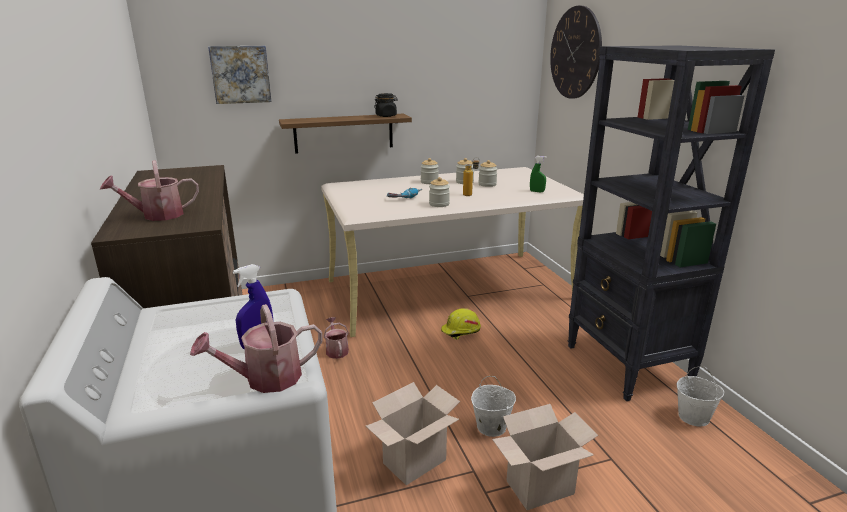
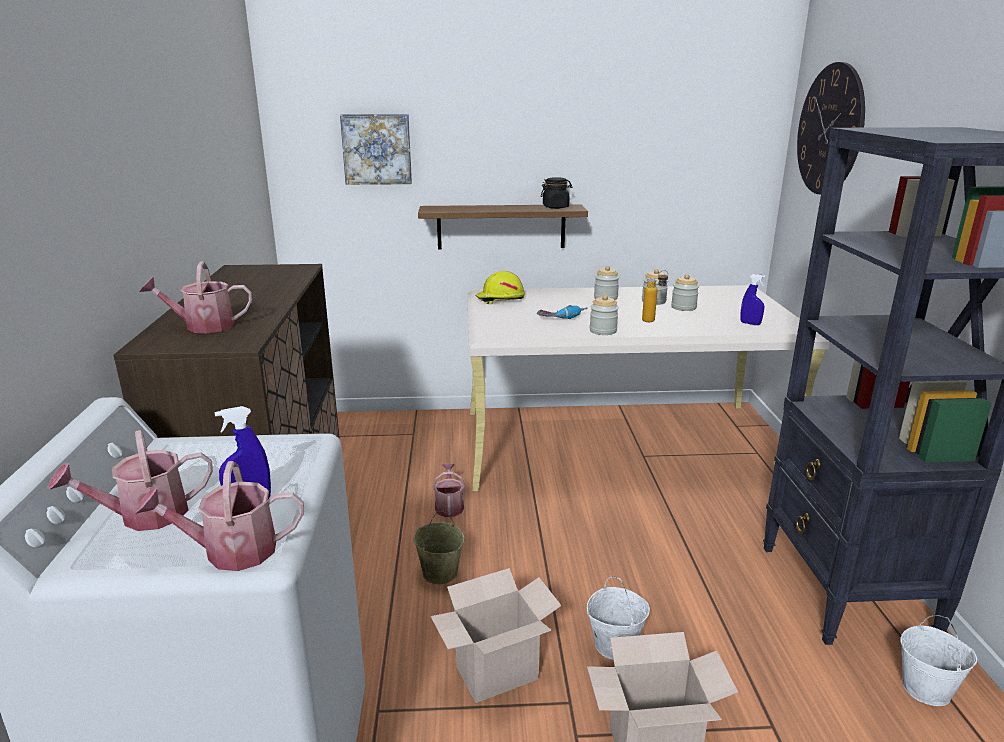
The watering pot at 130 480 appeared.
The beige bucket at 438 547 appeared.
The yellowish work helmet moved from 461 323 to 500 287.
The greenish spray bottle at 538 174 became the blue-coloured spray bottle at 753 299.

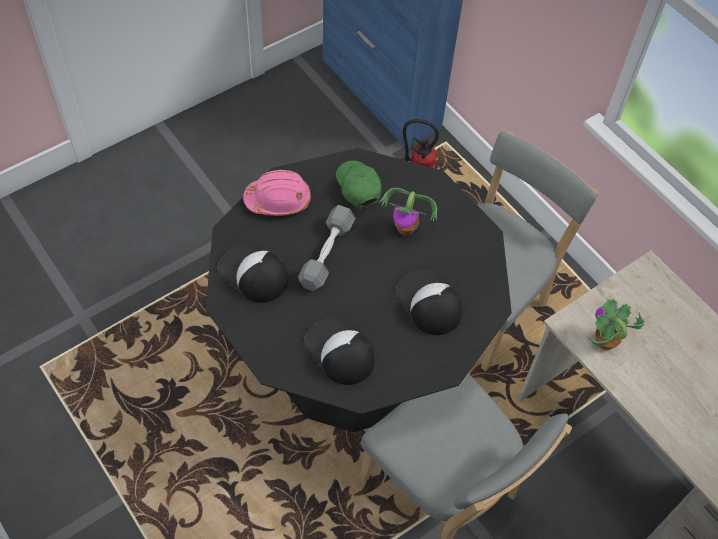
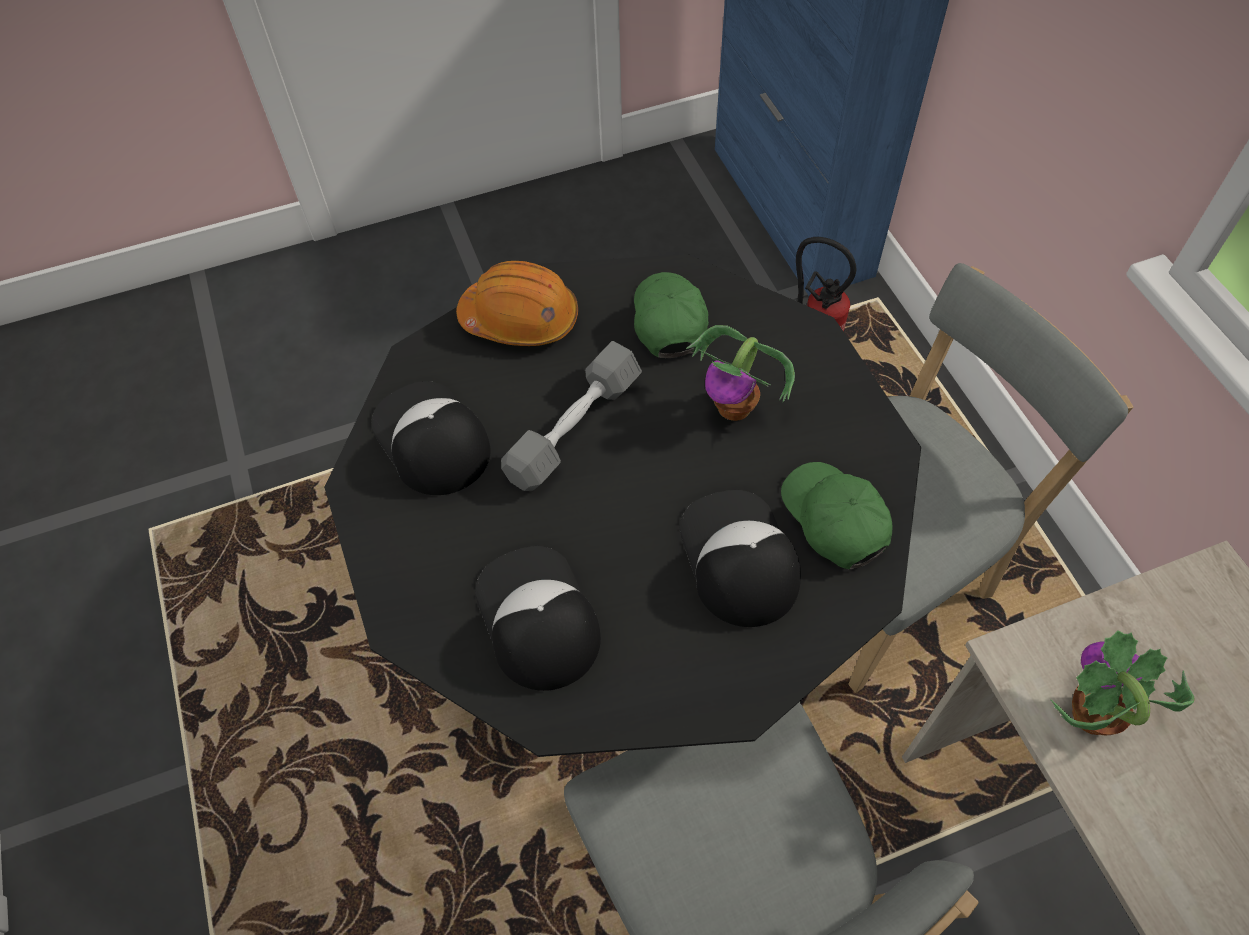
The greenish peaked cap at 836 515 appeared.
The pink work helmet at 277 193 became the orangey work helmet at 517 303.

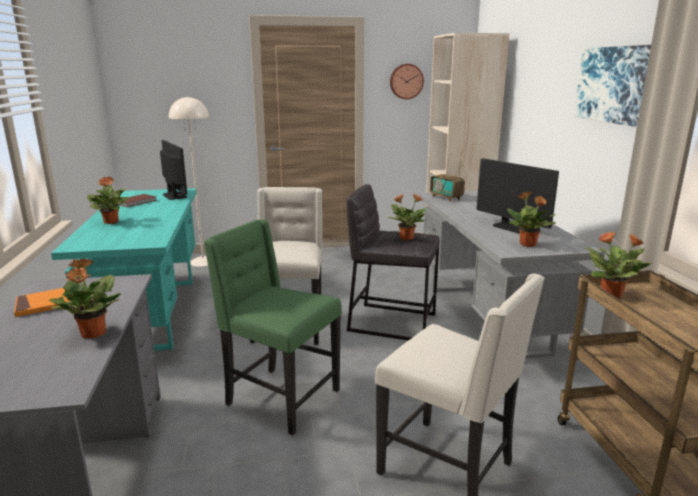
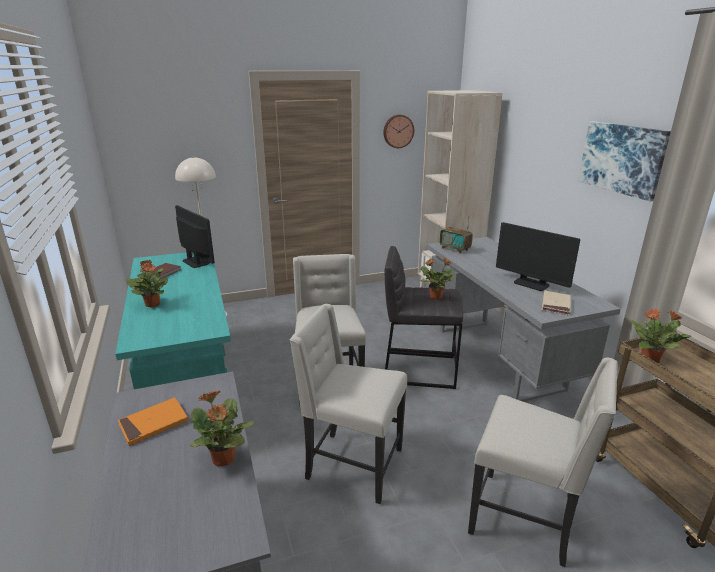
The potted plant at 531 219 was replaced by the beige book at 556 303.
The greenish plain chair at 273 327 became the beige plain chair at 348 404.

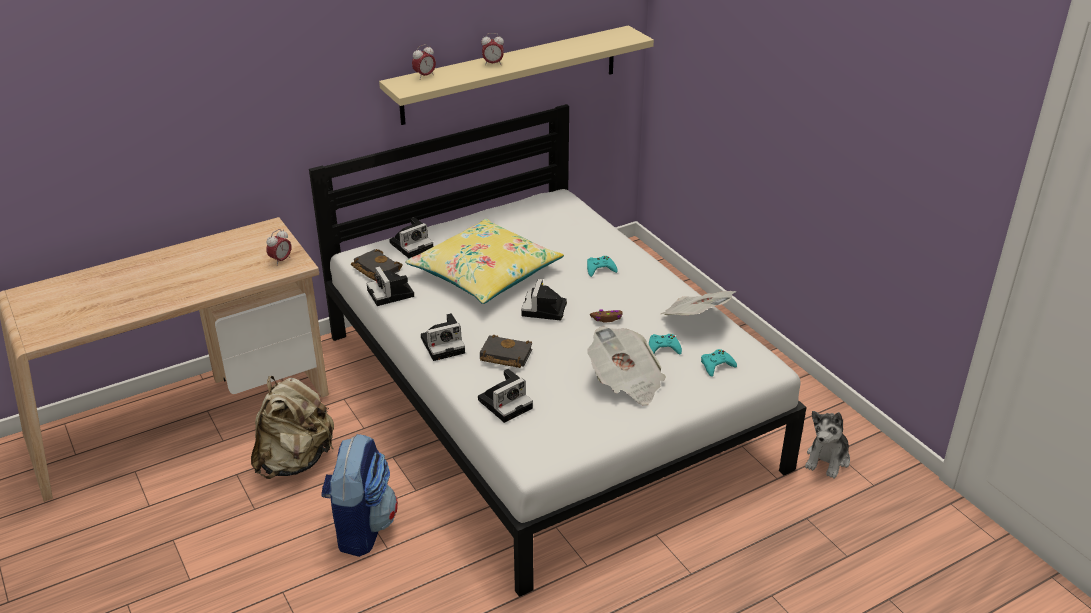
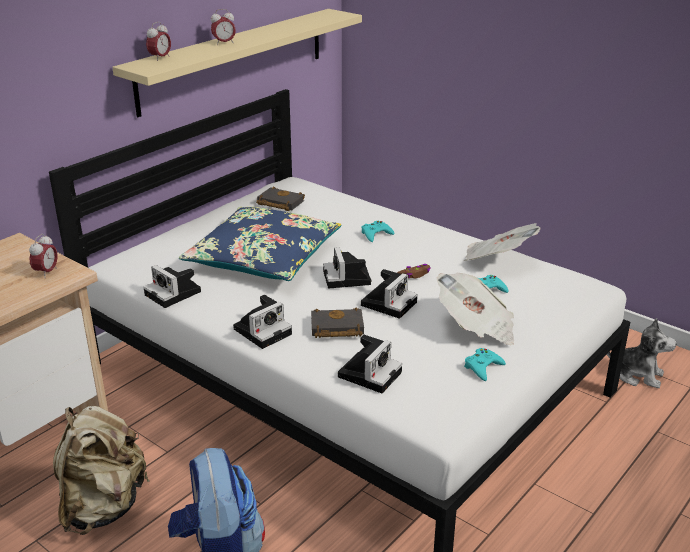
The blackish book moved from 377 265 to 280 198.
The still camera moved from 411 237 to 389 294.
The turquoise game controller moved from 719 363 to 485 364.
The yellowish throw pillow at 484 261 became the blue-coloured throw pillow at 260 244.
The cuddly toy at 827 444 turned 75 degrees counterclockwise.

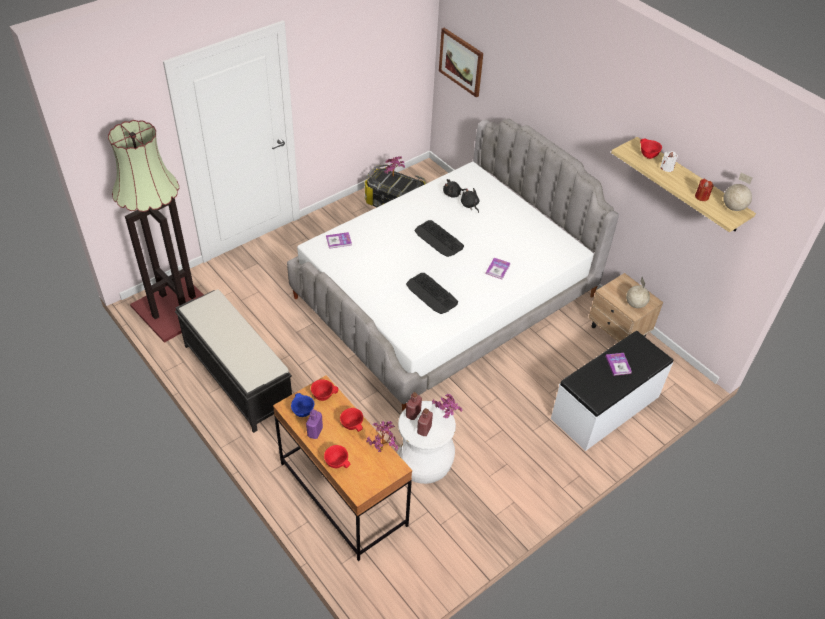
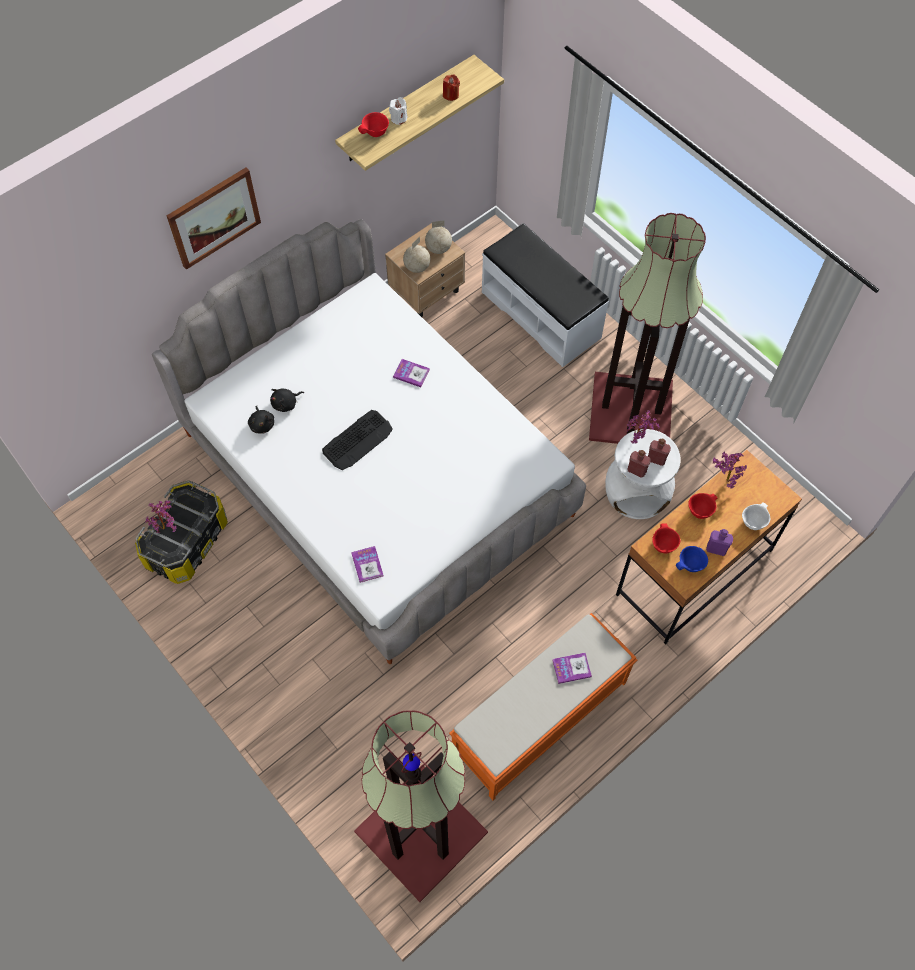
The PC keyboard at 432 293 disappeared.
The standard lamp at 647 328 appeared.
The wall picture moved from 461 62 to 214 219.
The book moved from 618 364 to 572 668.
The world globe moved from 737 192 to 416 254.
The blackish bench at 233 361 became the orangey bench at 543 706.
The red-coloured deep dish at 337 456 became the white-coloured deep dish at 756 516.

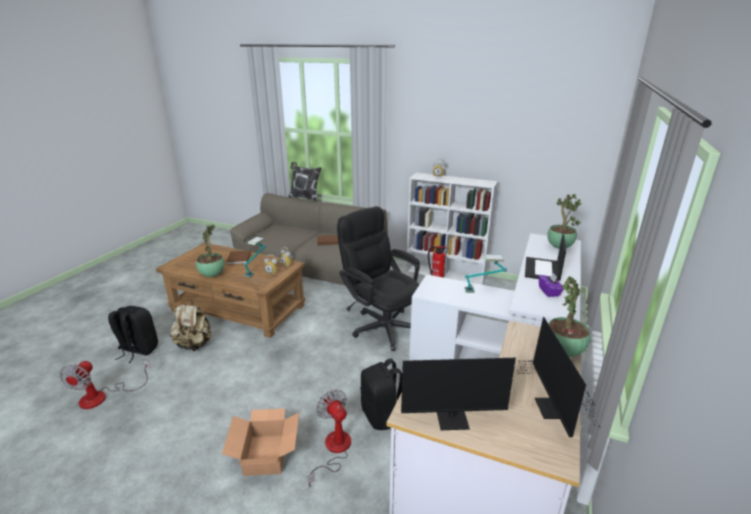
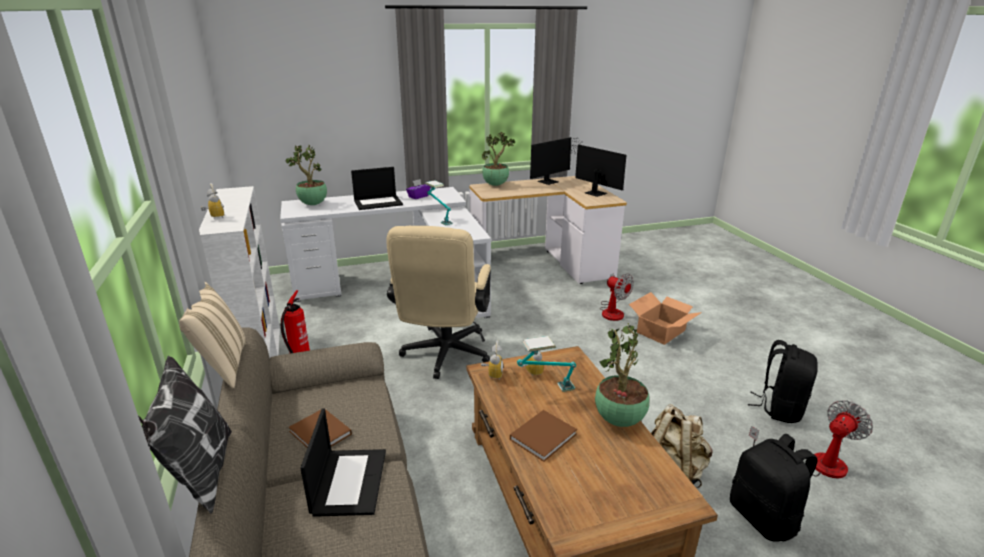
The beige throw pillow at 212 334 appeared.
The laptop at 343 463 appeared.
The blackish knapsack moved from 381 394 to 783 381.
The blackish desk chair at 378 278 became the beige desk chair at 438 302.
The fan at 329 438 turned 60 degrees counterclockwise.

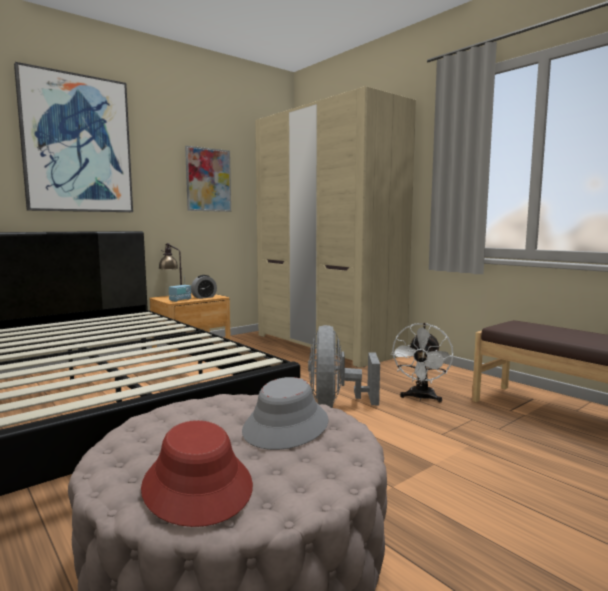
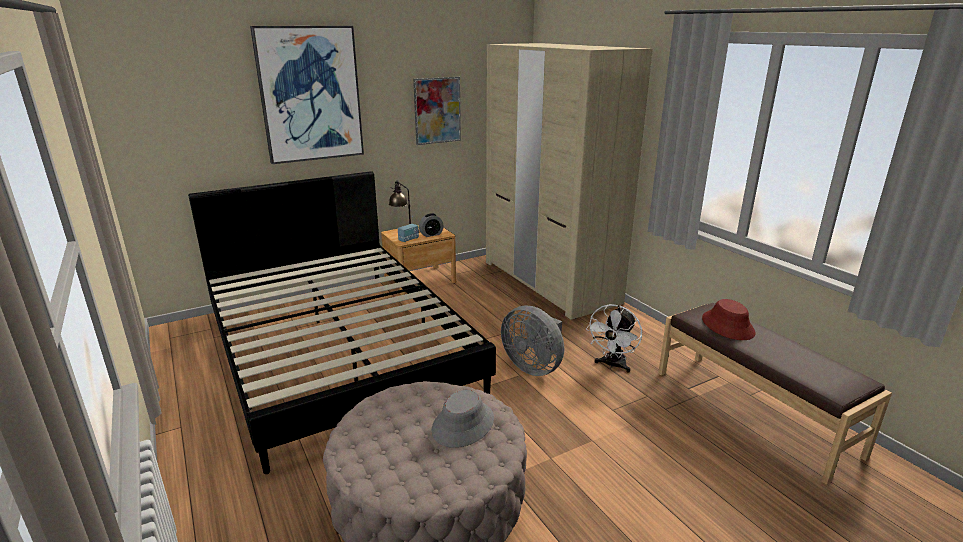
The red-coloured wearable hat moved from 197 473 to 729 319.
The gray fan at 344 366 turned 60 degrees counterclockwise.

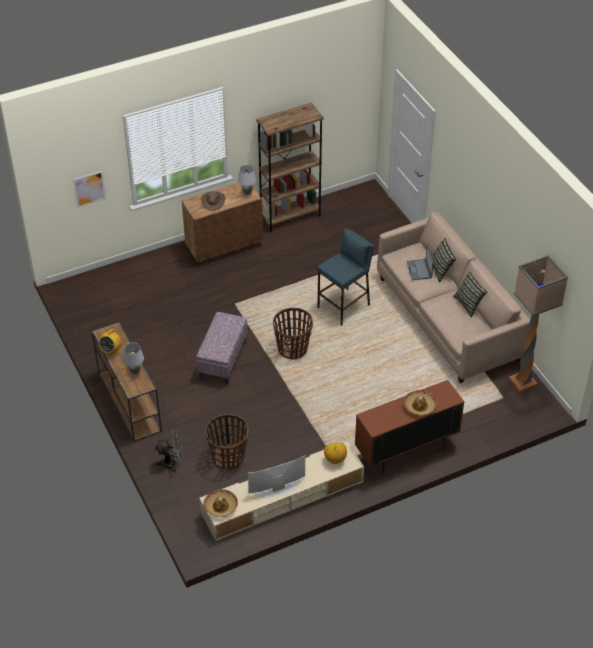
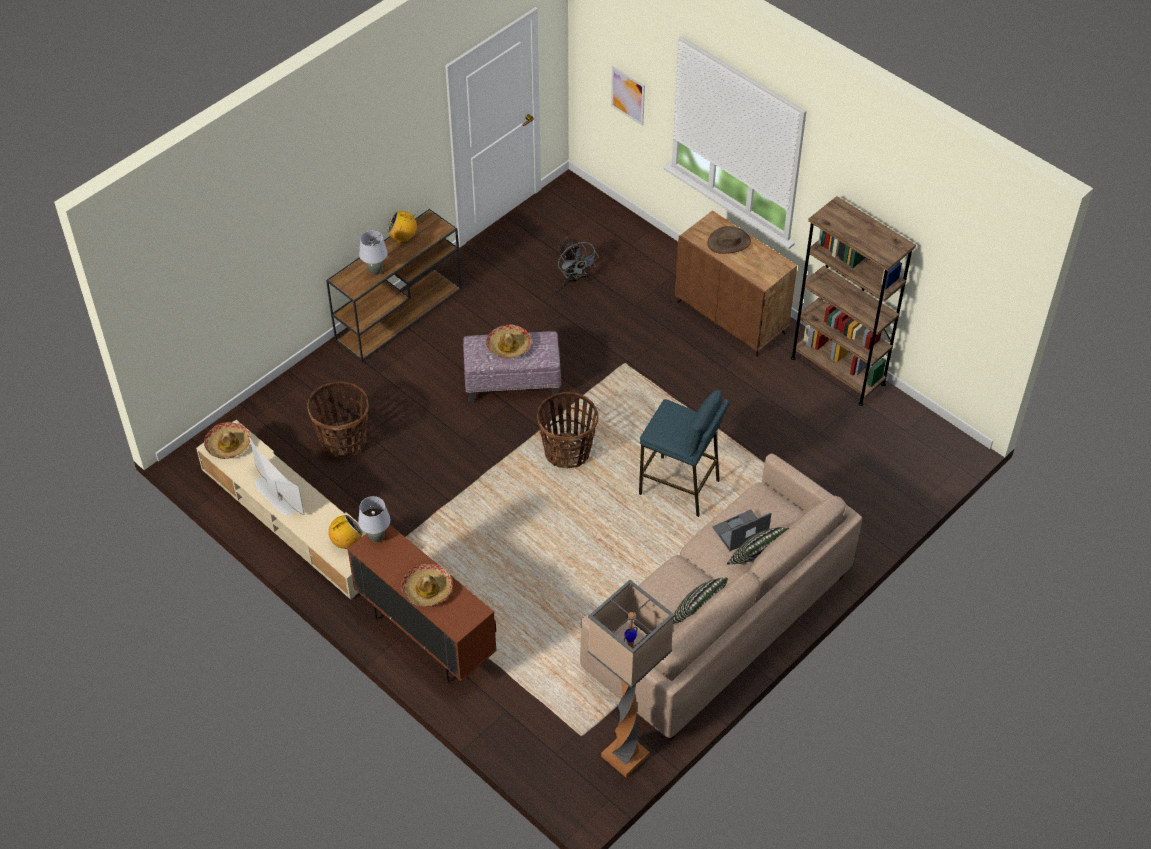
The wearable hat at 508 341 appeared.
The gray fan moved from 169 451 to 578 262.
The gray lamp for a table moved from 247 180 to 374 519.

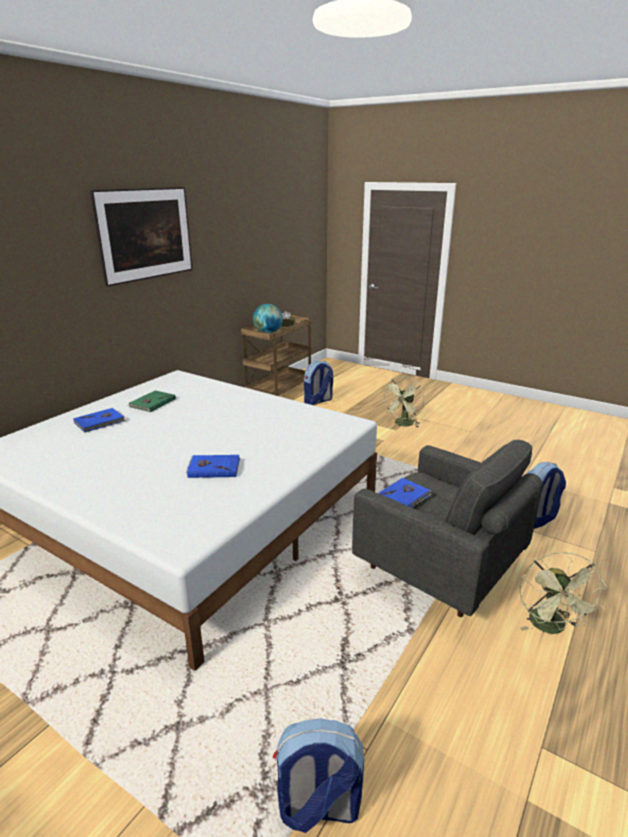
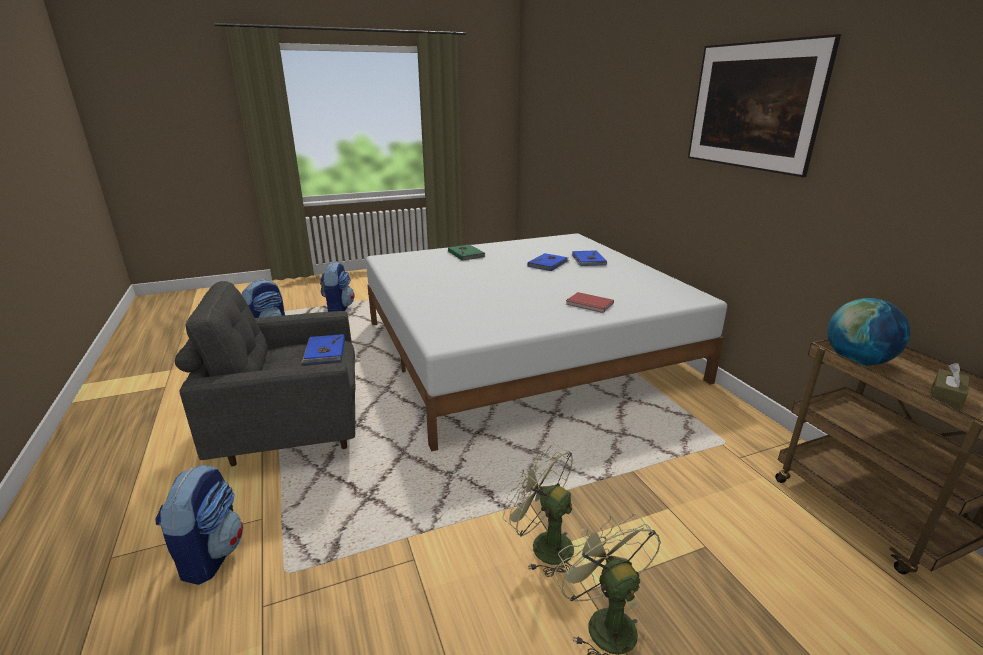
The red-coloured book at 590 302 appeared.
The greenish book moved from 151 401 to 466 252.
The blue-coloured book moved from 213 466 to 548 262.
The knapsack moved from 318 383 to 337 287.
The greenish fan moved from 563 593 to 539 510.

